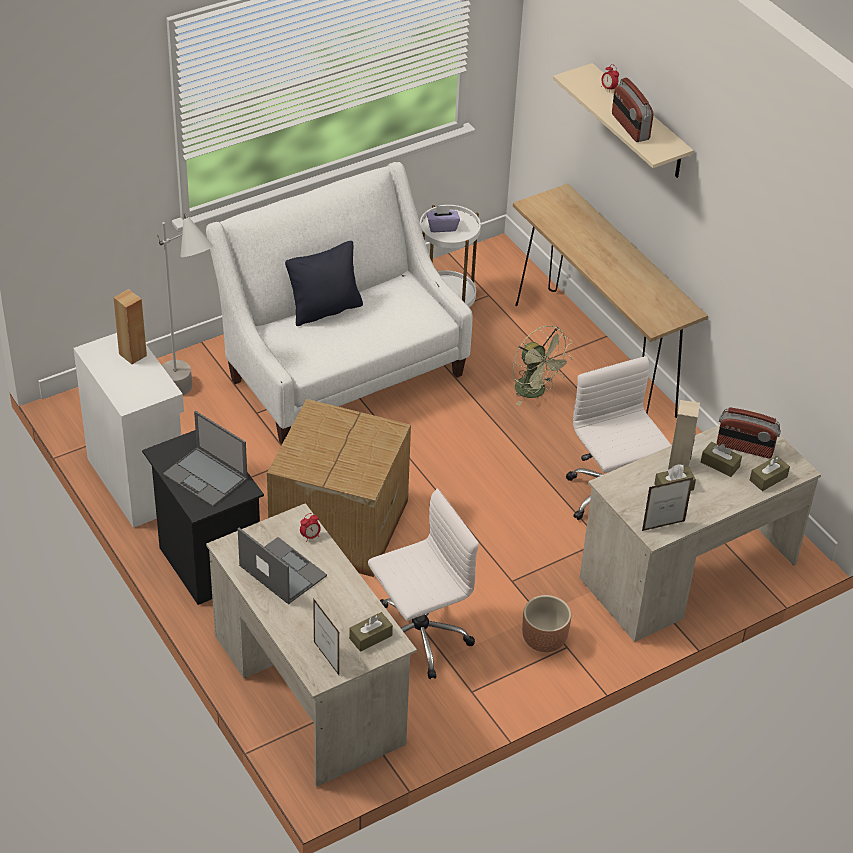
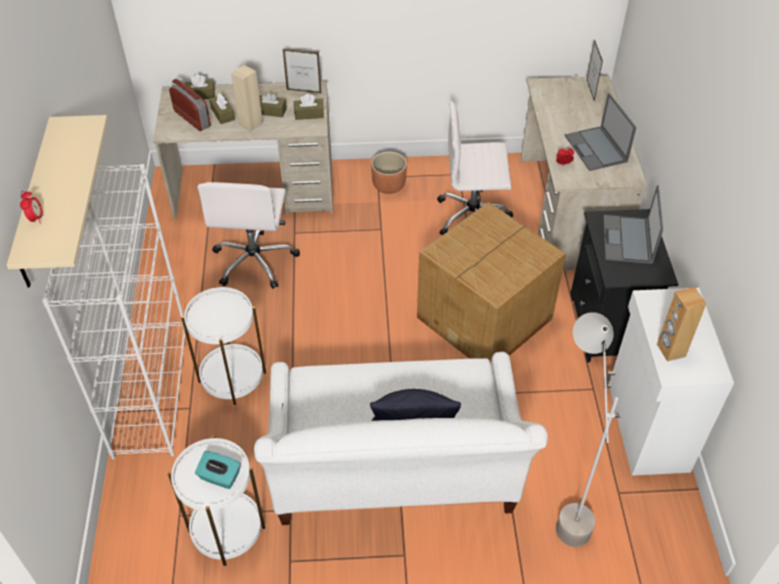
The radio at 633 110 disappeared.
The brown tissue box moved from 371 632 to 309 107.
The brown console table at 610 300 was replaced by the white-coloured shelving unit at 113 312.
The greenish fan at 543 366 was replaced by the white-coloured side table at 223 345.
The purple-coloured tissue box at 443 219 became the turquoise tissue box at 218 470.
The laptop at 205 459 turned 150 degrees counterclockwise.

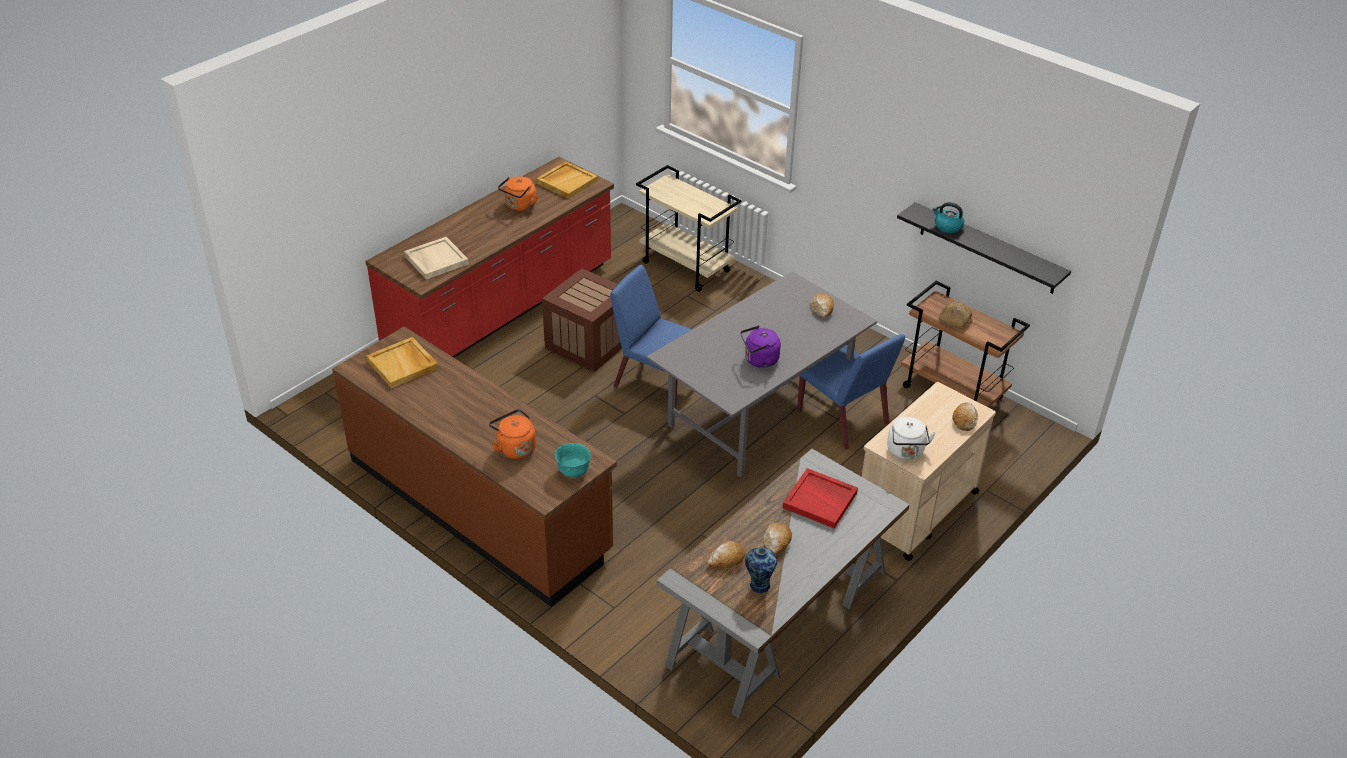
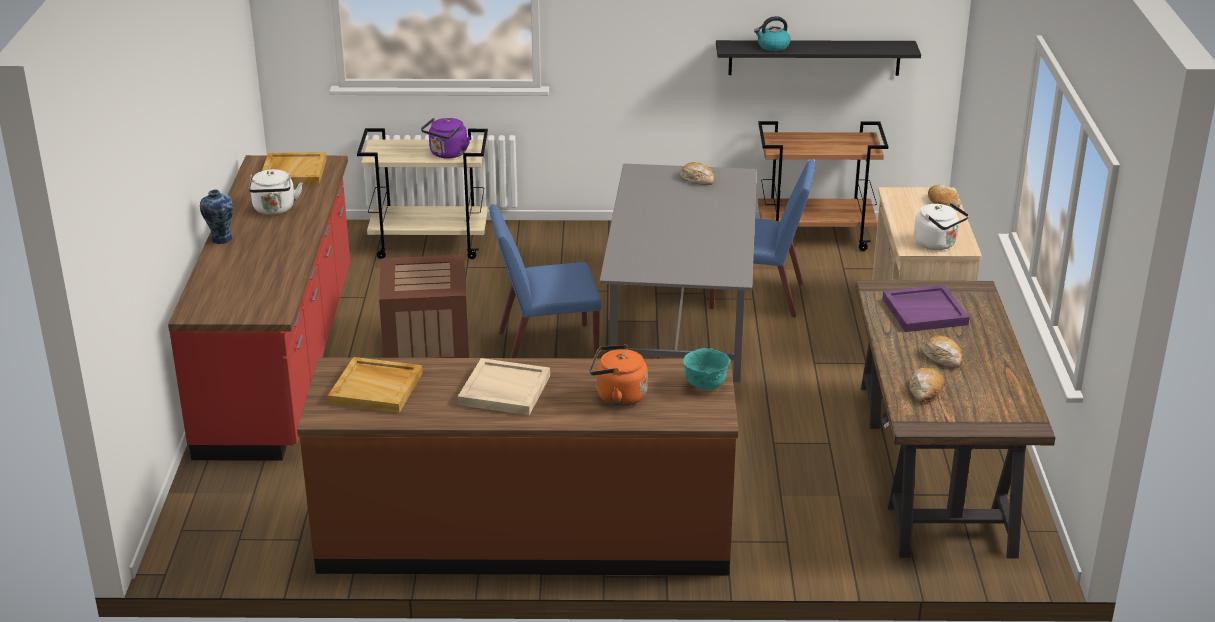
The bread at 955 315 disappeared.
The beige carrying tray moved from 436 258 to 504 386.
The purple-coloured tea kettle moved from 760 347 to 445 138.
The vase moved from 761 570 to 216 217.
The orangey tea kettle at 518 194 became the white-coloured tea kettle at 276 192.
The gray desk unit at 783 584 became the brown desk unit at 955 419.
The red-coloured carrying tray at 820 498 became the purple-coloured carrying tray at 926 308.

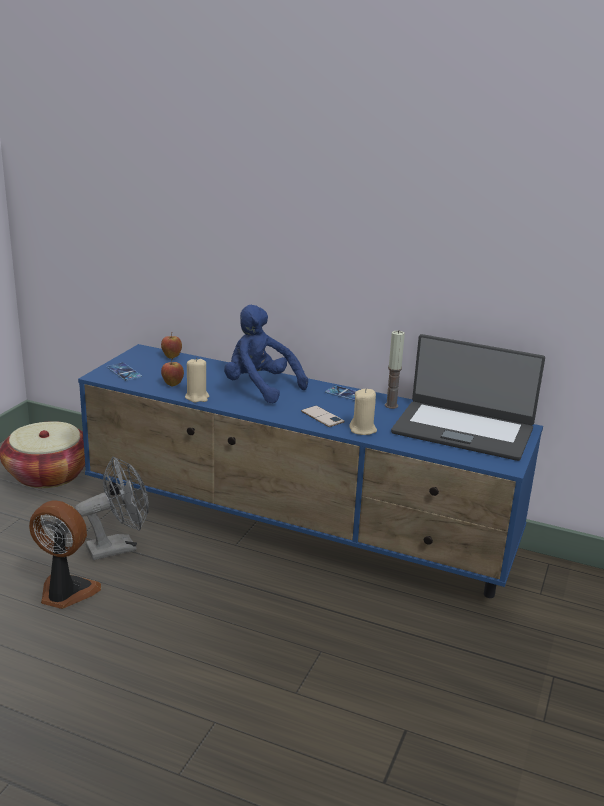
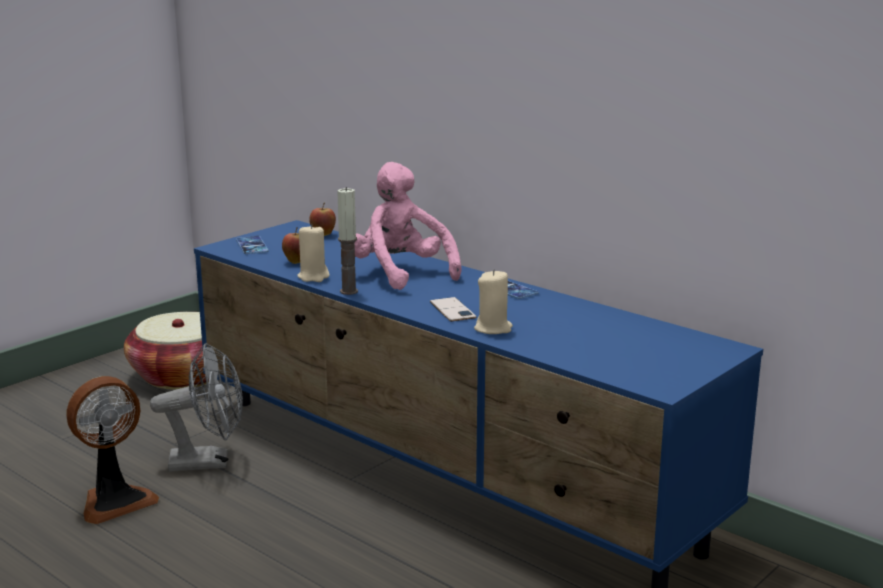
The laptop at 468 397 disappeared.
The candle moved from 395 369 to 347 241.
The blue-coloured cuddly toy at 266 354 became the pink cuddly toy at 408 226.
The fan at 65 554 turned 105 degrees clockwise.

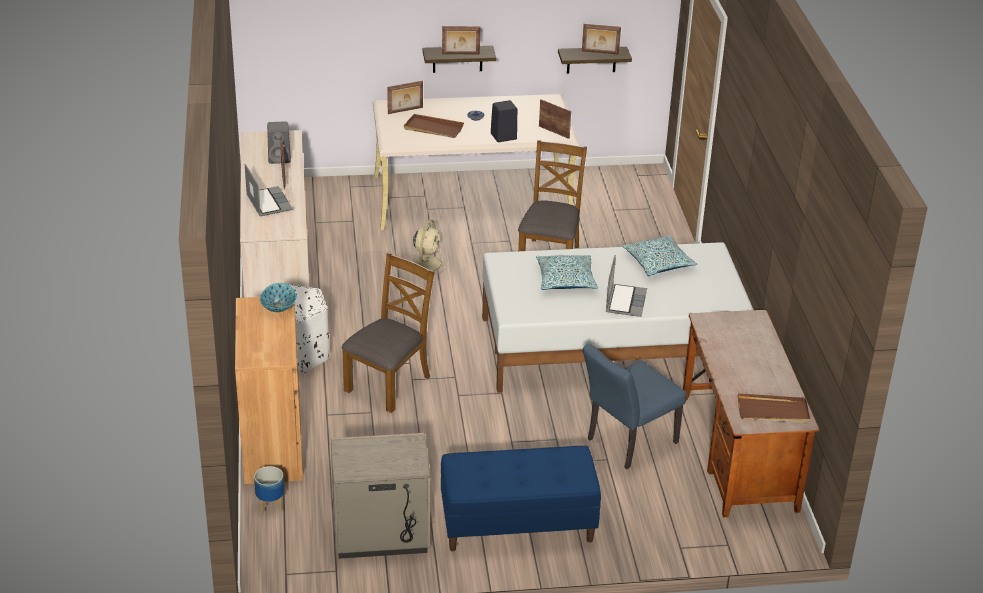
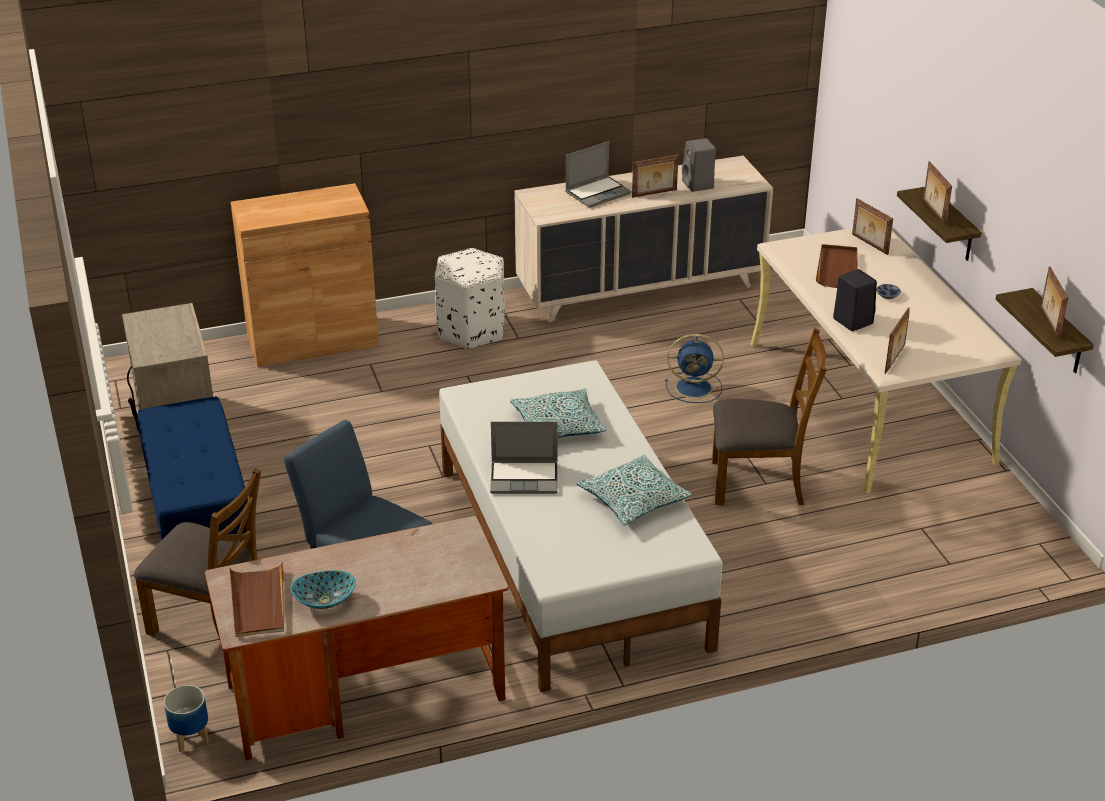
The planter moved from 269 489 to 186 718.
The deep dish moved from 278 297 to 323 589.
The brown plain chair moved from 388 333 to 197 555.
The beige fan at 428 247 became the blue-coloured fan at 694 368.

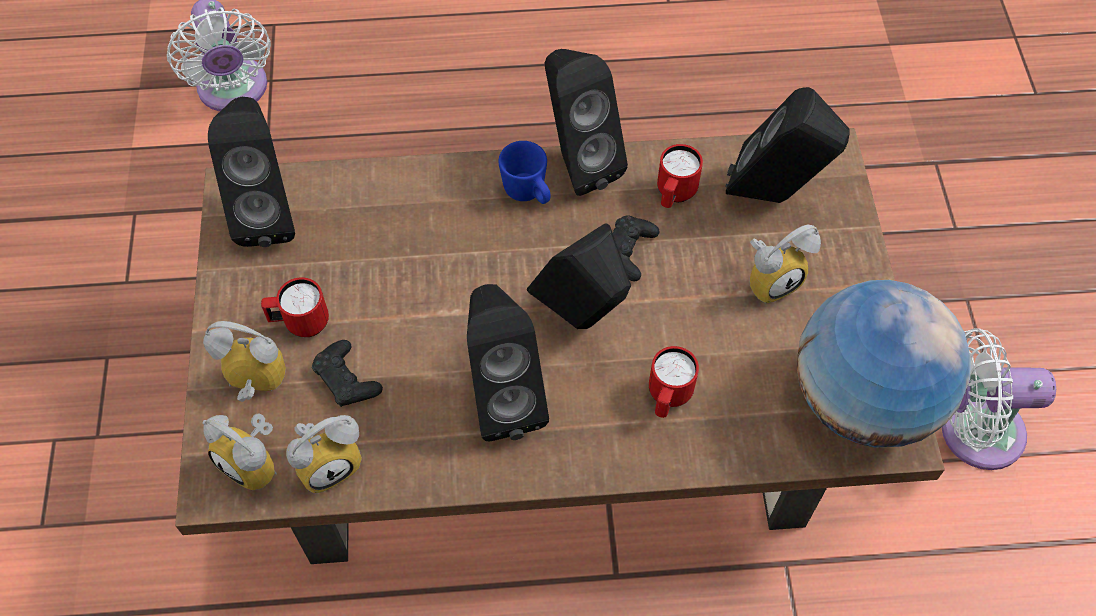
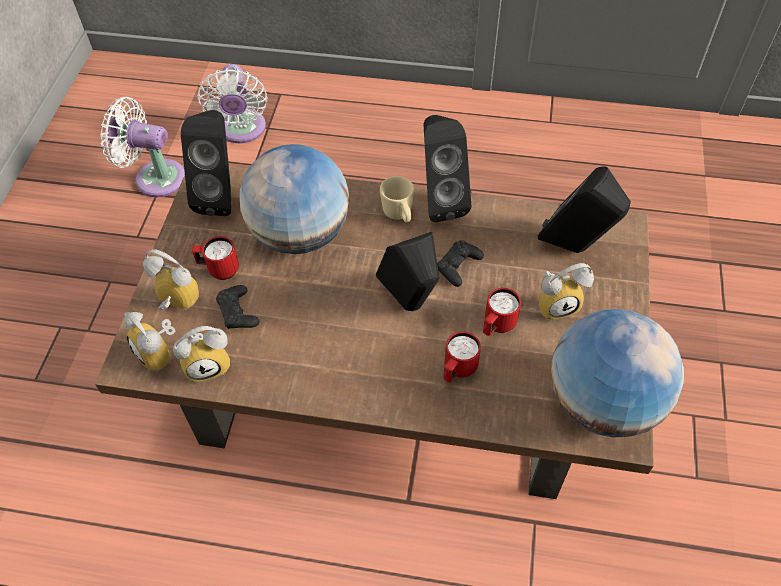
The blackish audio speaker at 508 362 disappeared.
The world globe at 294 199 appeared.
The red-coloured mug moved from 680 176 to 502 312.
The white-coloured fan moved from 998 399 to 142 147.
The blue-coloured mug at 524 172 became the beige mug at 397 199.

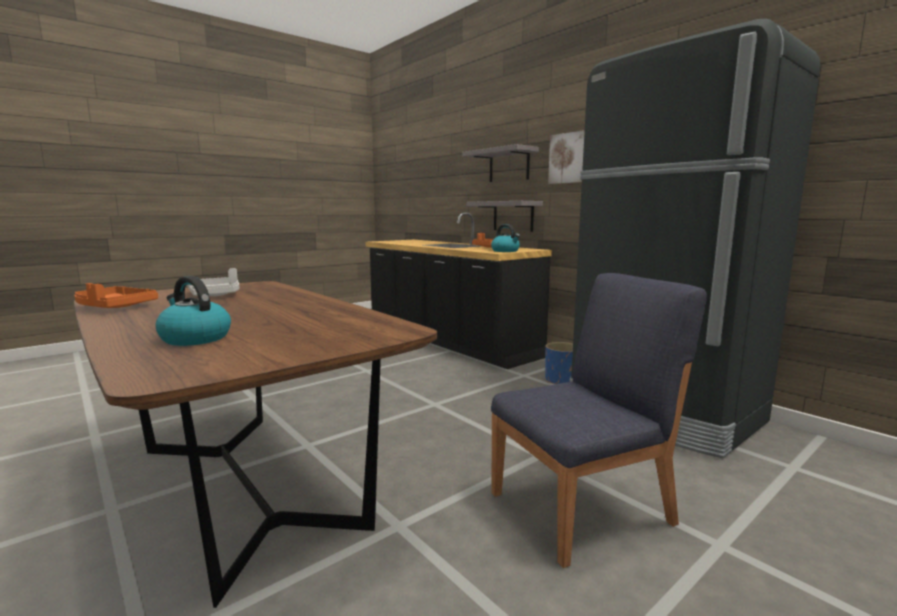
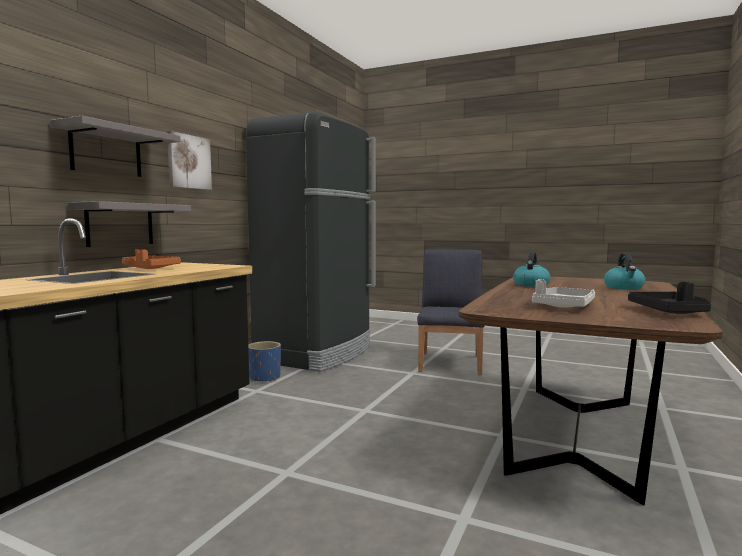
The tea kettle moved from 505 238 to 531 269.
The orangey carrying tray at 116 295 became the blackish carrying tray at 669 298.
The blue-coloured plain chair at 599 420 turned 60 degrees clockwise.

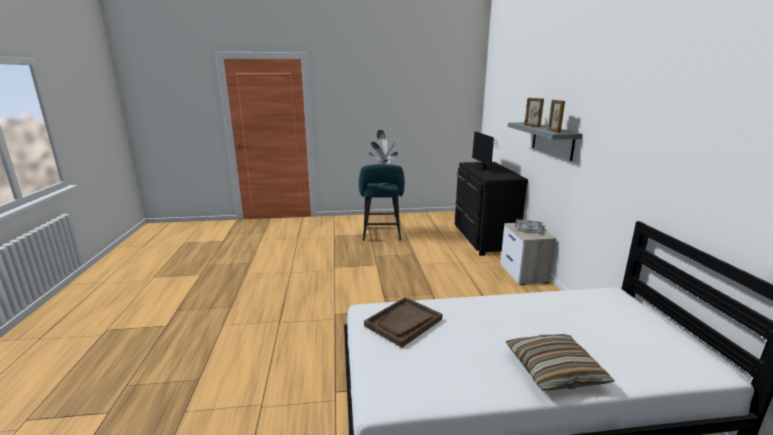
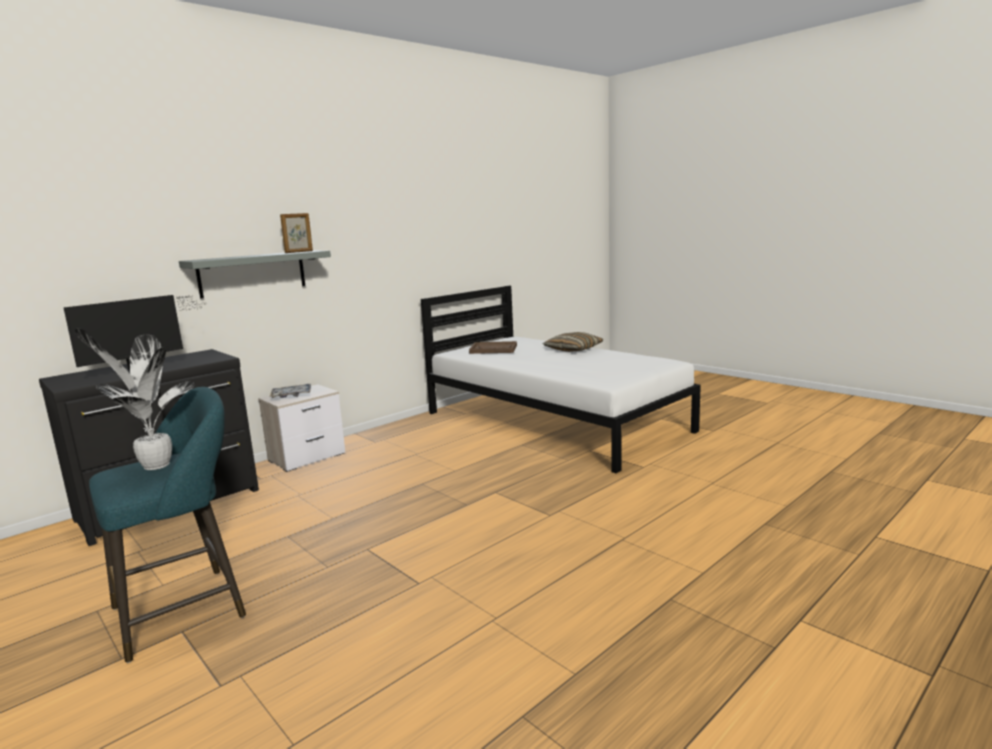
The picture frame at 534 112 disappeared.
The brown carrying tray moved from 403 322 to 493 347.

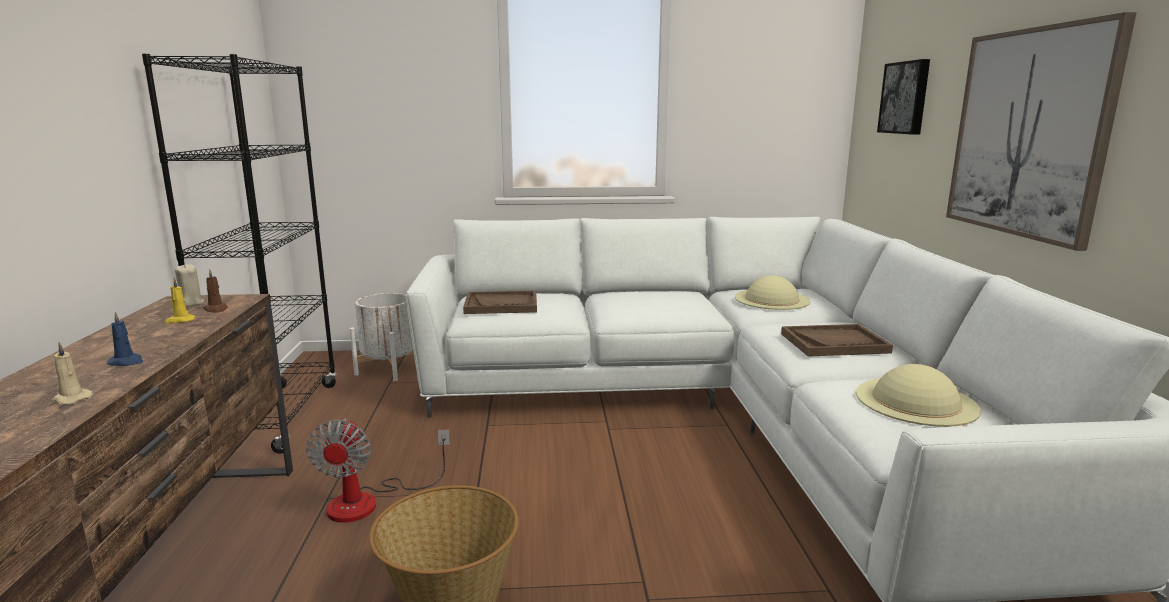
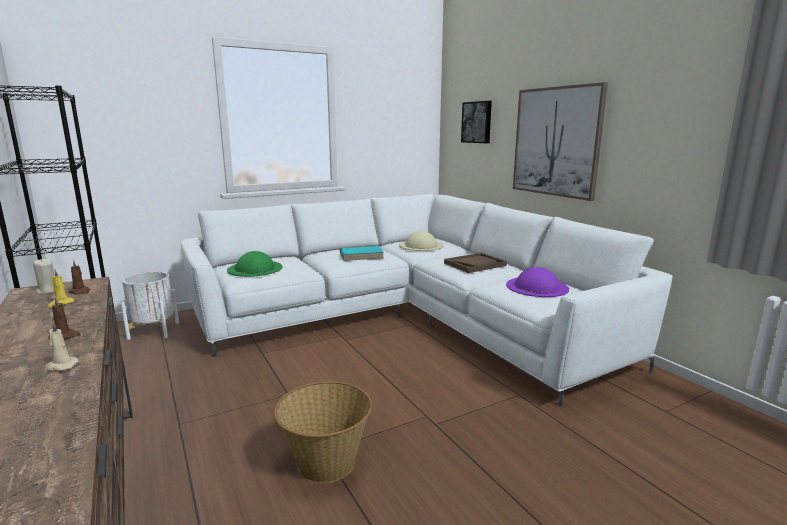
The fan at 378 471 disappeared.
The turquoise book at 361 253 appeared.
The brown carrying tray at 500 302 was replaced by the greenish wearable hat at 255 264.
The blue-coloured candle at 125 338 became the brown candle at 64 318.
The beige wearable hat at 918 395 became the purple-coloured wearable hat at 537 282.

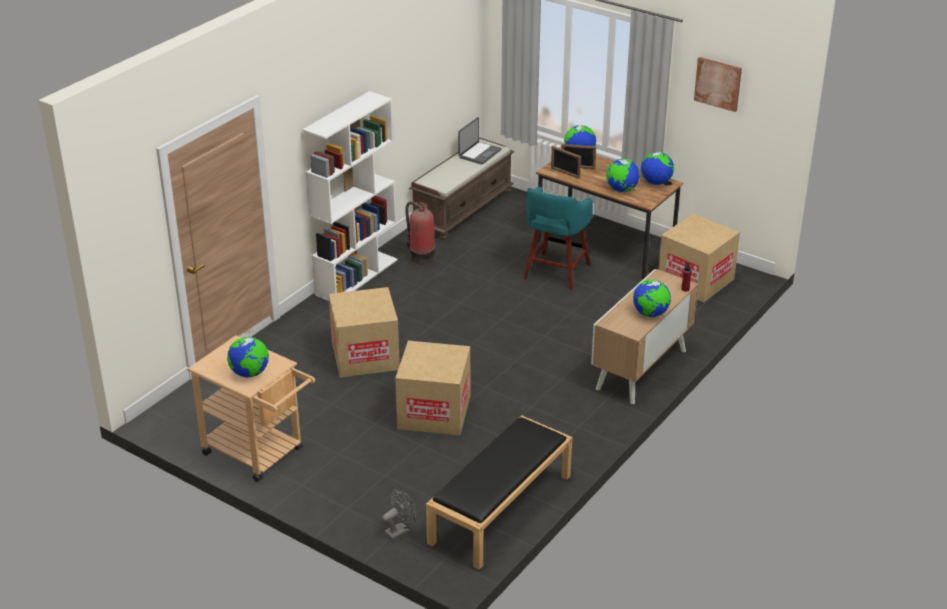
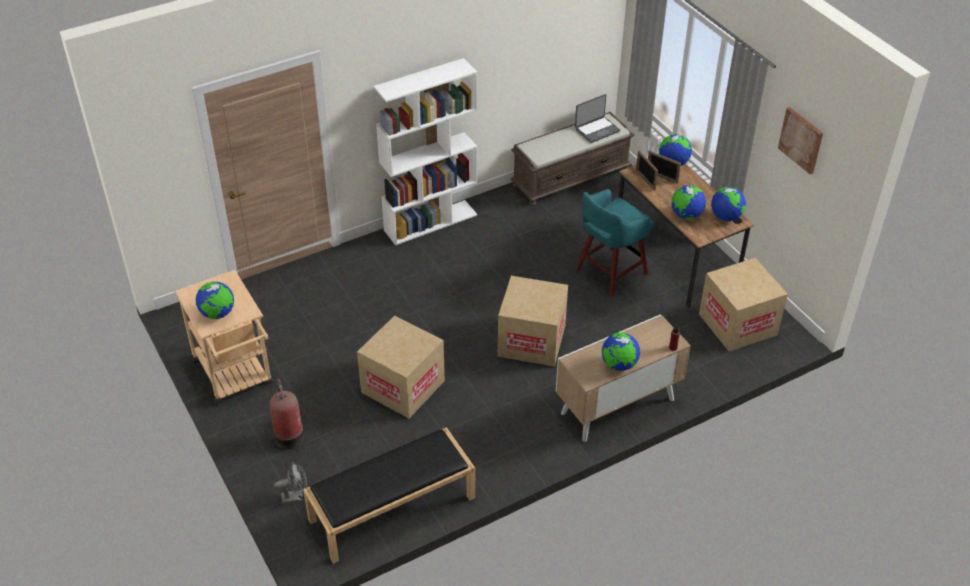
The carton moved from 364 332 to 532 321.
The extinguisher moved from 420 233 to 287 414.

